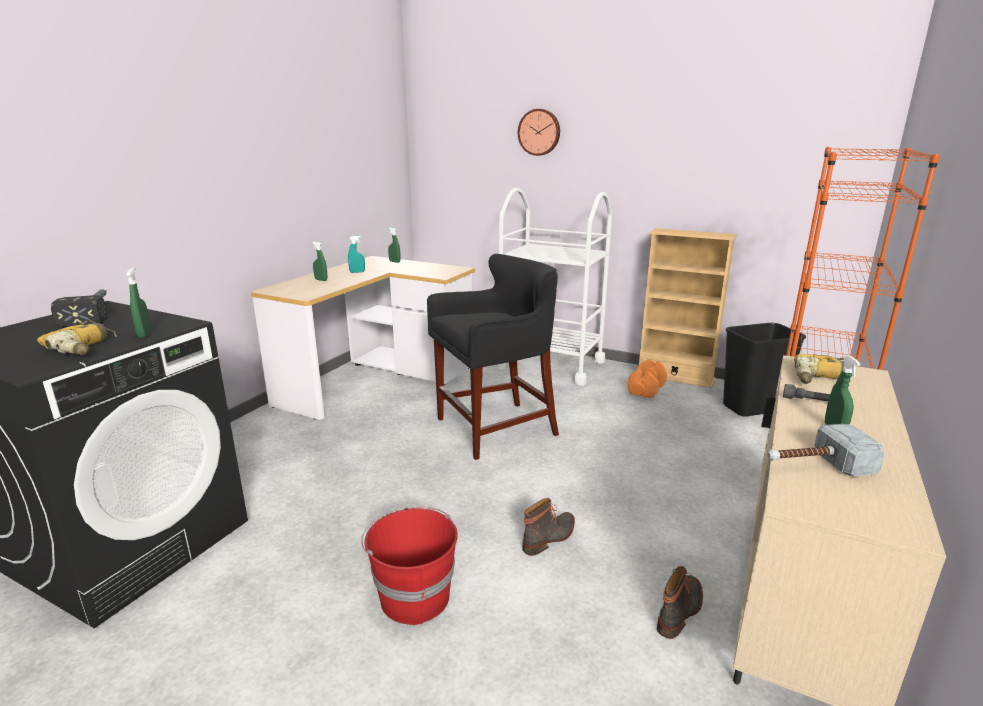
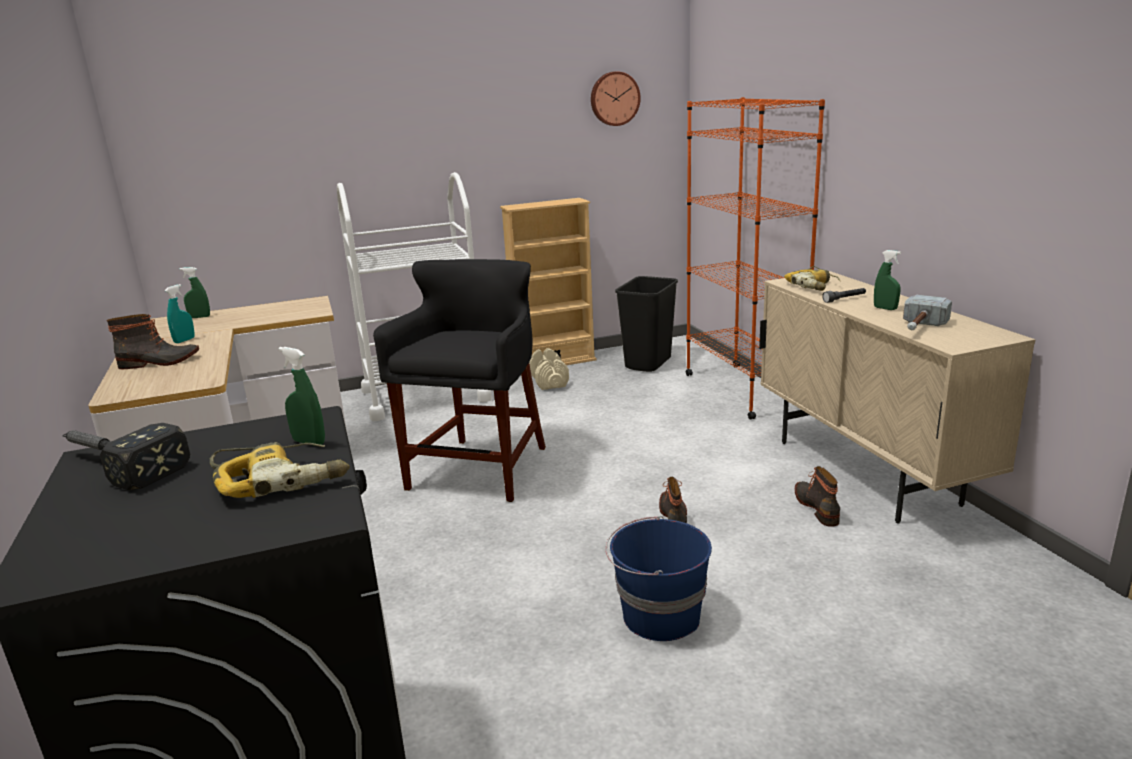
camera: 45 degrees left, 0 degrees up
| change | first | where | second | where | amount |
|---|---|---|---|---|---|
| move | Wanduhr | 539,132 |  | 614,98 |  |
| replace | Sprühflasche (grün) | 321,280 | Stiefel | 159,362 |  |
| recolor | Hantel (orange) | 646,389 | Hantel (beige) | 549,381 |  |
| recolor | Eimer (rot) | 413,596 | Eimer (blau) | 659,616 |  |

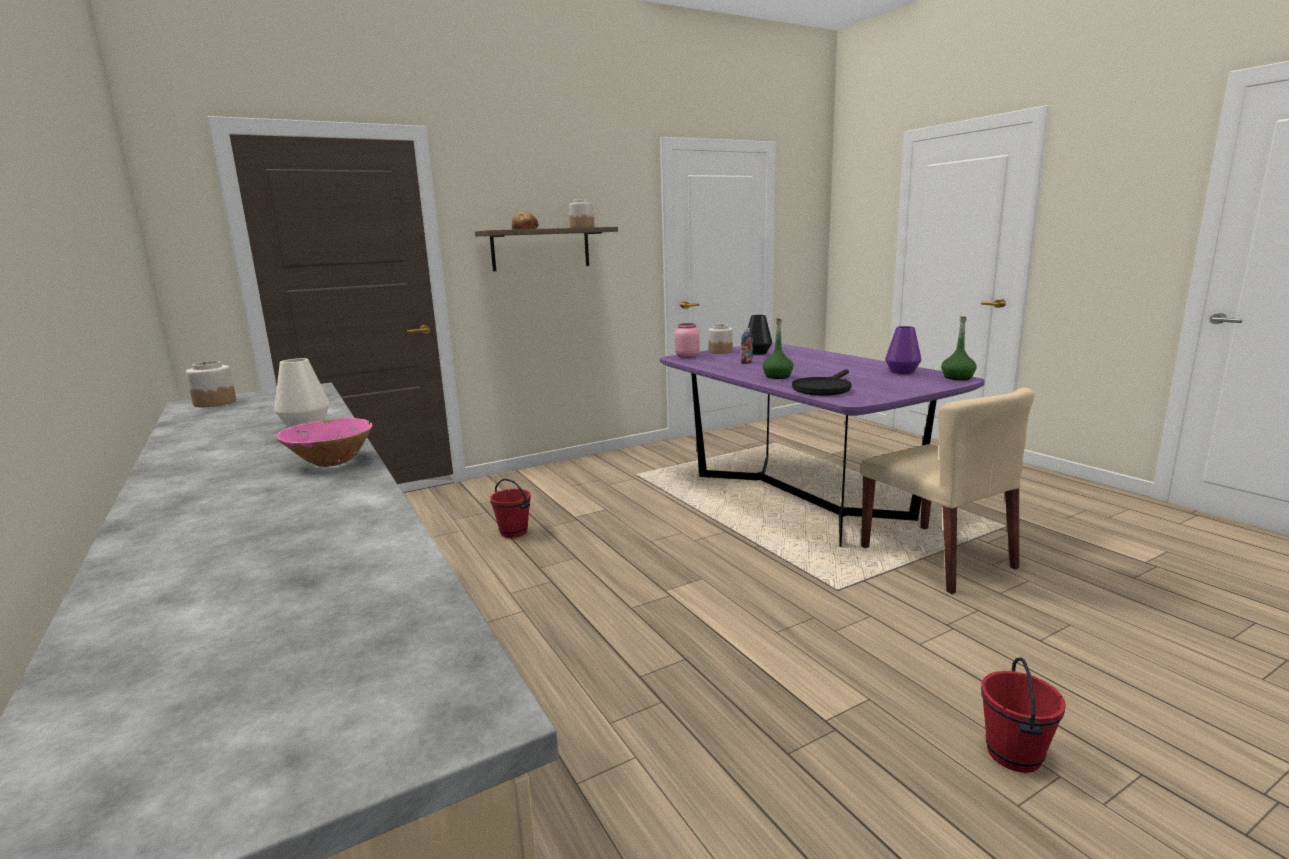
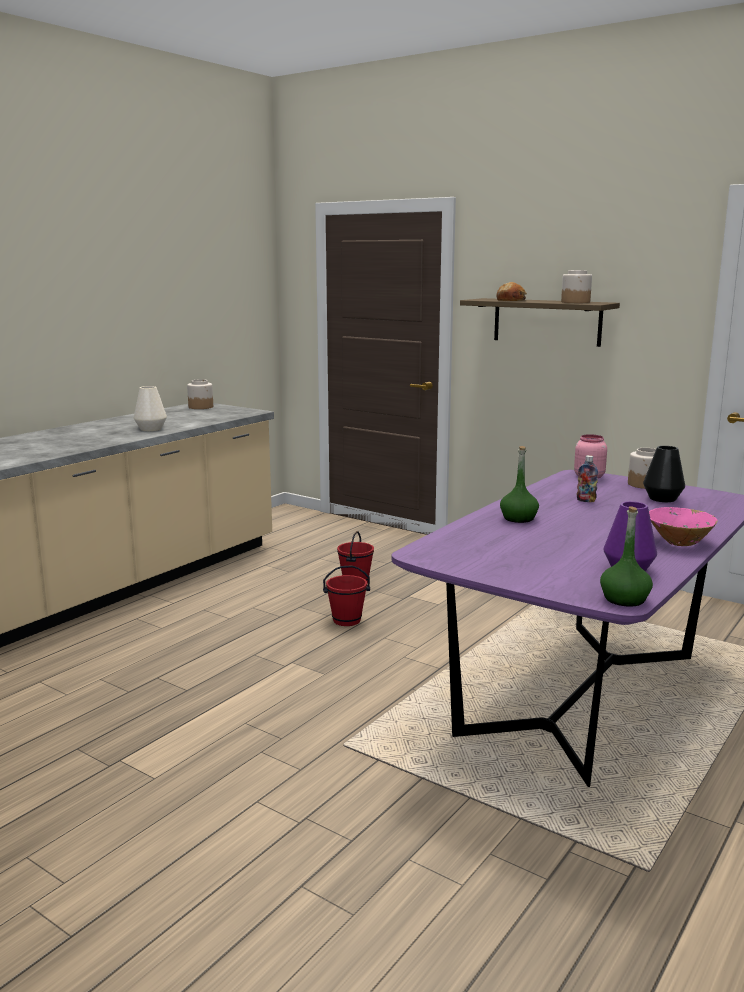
camera: 65 degrees right, 0 degrees up
| change | first | where | second | where | amount |
|---|---|---|---|---|---|
| delete | Pfanne (schwarz) | 823,388 |  |  |  |
| delete | Stuhl (beige) | 937,558 |  |  |  |
| move | Schüssel (rosa) | 331,461 |  | 679,542 |  |
| move | Eimer (rot) | 1012,754 |  | 346,620 |  |

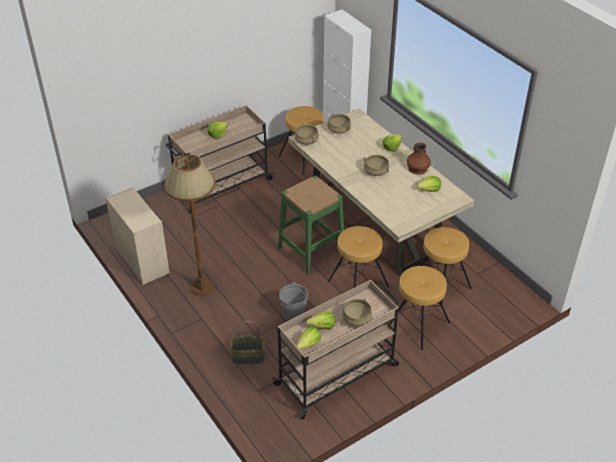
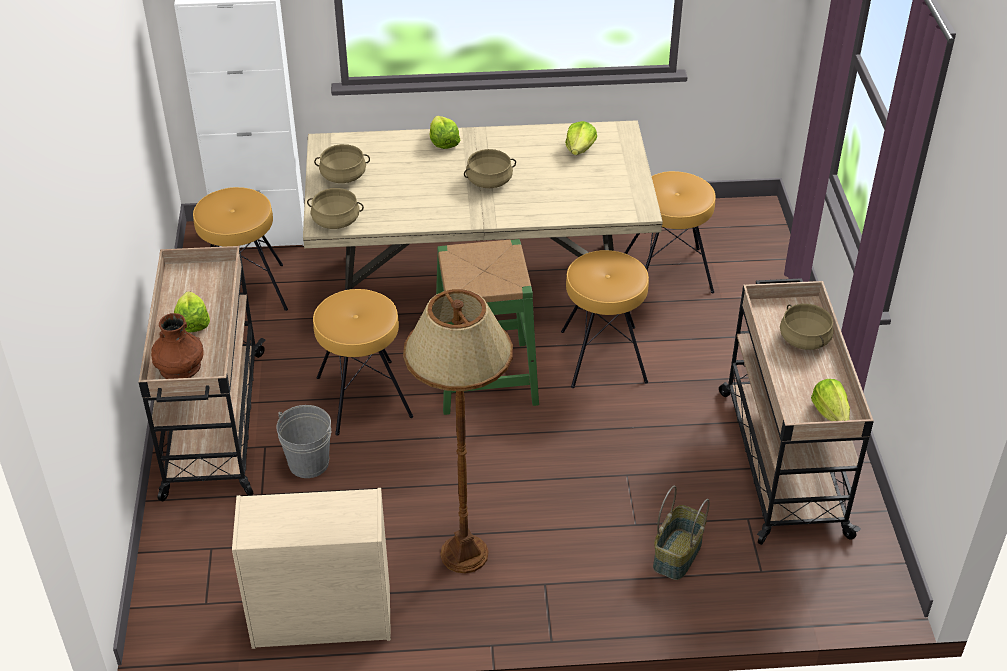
camera: 60 degrees left, 0 degrees up
| change | first | where | second | where | amount |
|---|---|---|---|---|---|
| move | Vase (braun) | 417,168 |  | 180,367 |  |
| move | Hocker (braun) | 418,324 |  | 363,397 |  |
| move | Eimer (grau) | 293,314 |  | 309,463 |  |
| delete | Salatkopf | 322,327 |  |  |  |

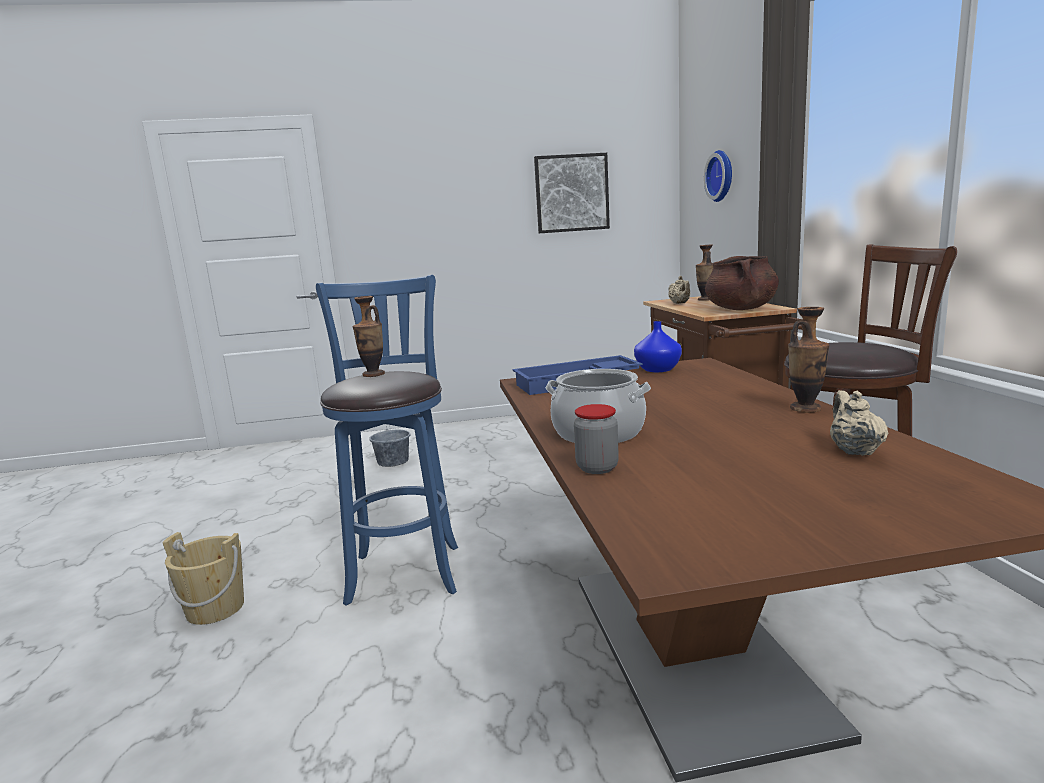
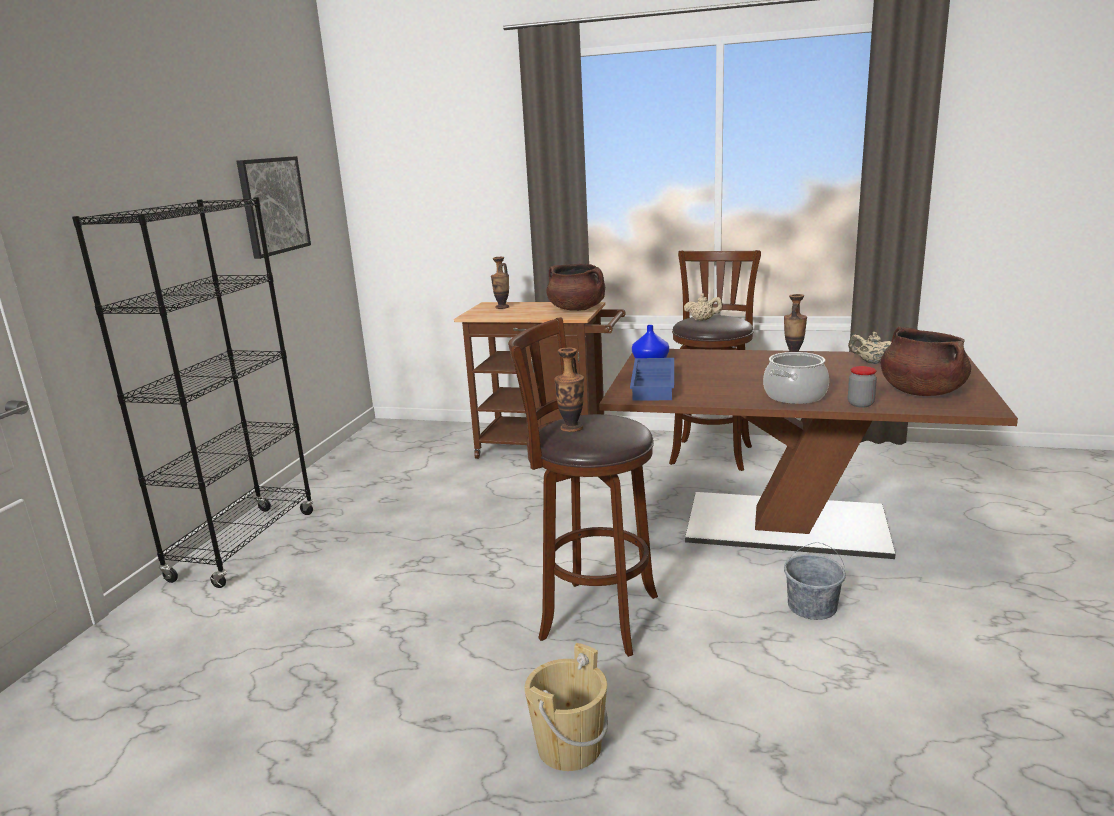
camera: 65 degrees left, 5 degrees up
| change | first | where | second | where | amount |
|---|---|---|---|---|---|
| delete | Wanduhr | 722,176 |  |  |  |
| recolor | Hocker (blau) | 405,570 | Hocker (braun) | 592,615 |  |
| move | Teekanne (beige) | 680,303 |  | 703,320 |  |
| move | Eimer (grau) | 393,461 |  | 812,607 |  |
| insert |  |  | Bücherregal (schwarz) | 244,545 |  |
| insert |  |  | Kochtopf (braun) | 921,392 |  |

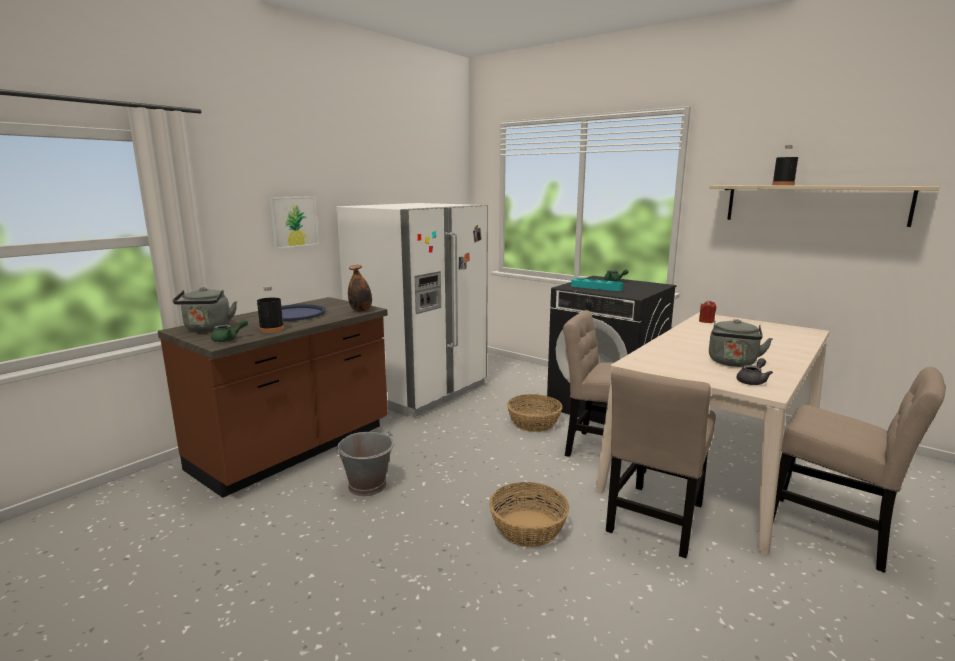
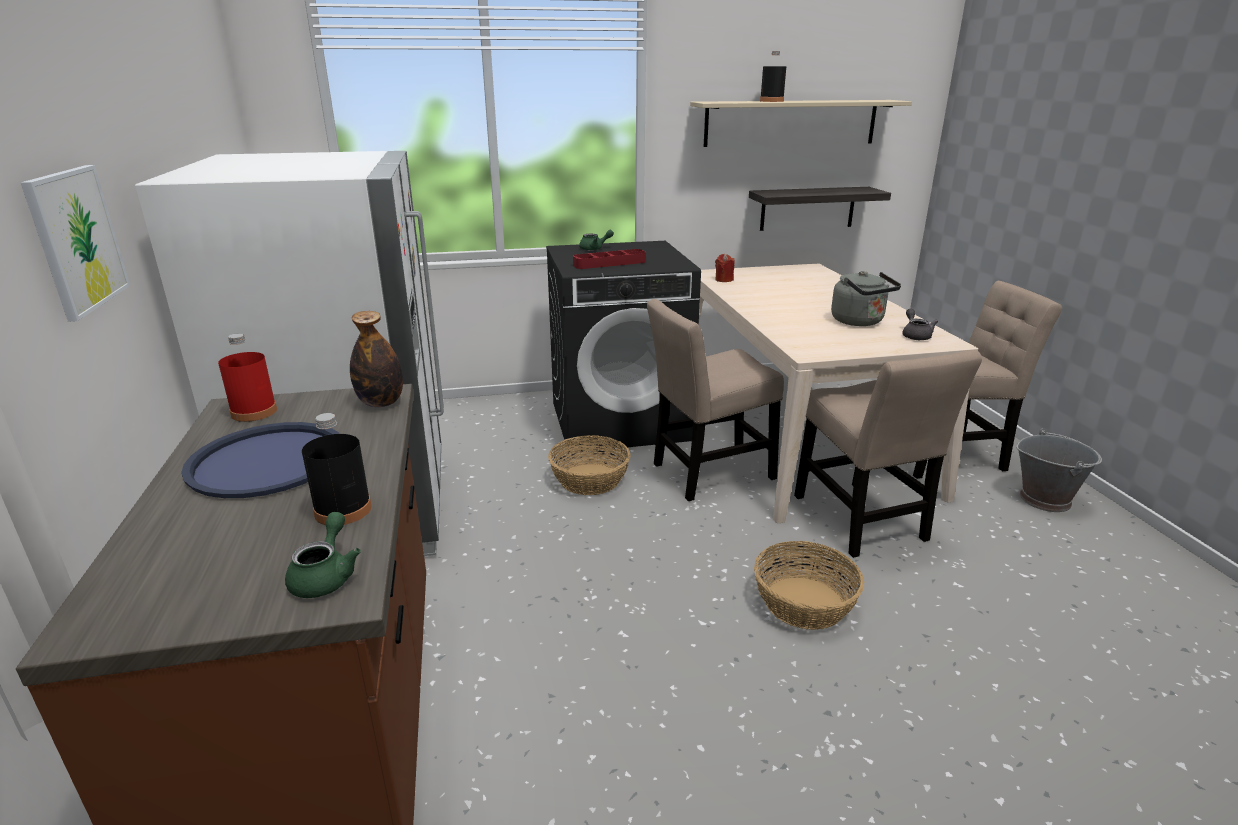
camera: 50 degrees left, 10 degrees up
| change | first | where | second | where | amount |
|---|---|---|---|---|---|
| recolor | Tablett (türkis) | 596,287 | Tablett (rot) | 609,263 |  |
| delete | Wasserkessel (grau) | 207,329 |  |  |  |
| move | Eimer (grau) | 368,485 |  | 1045,499 |  |
| insert |  |  | Wandregal | 807,208 |  |
| insert |  |  | Flasche (rot) | 254,412 |  |

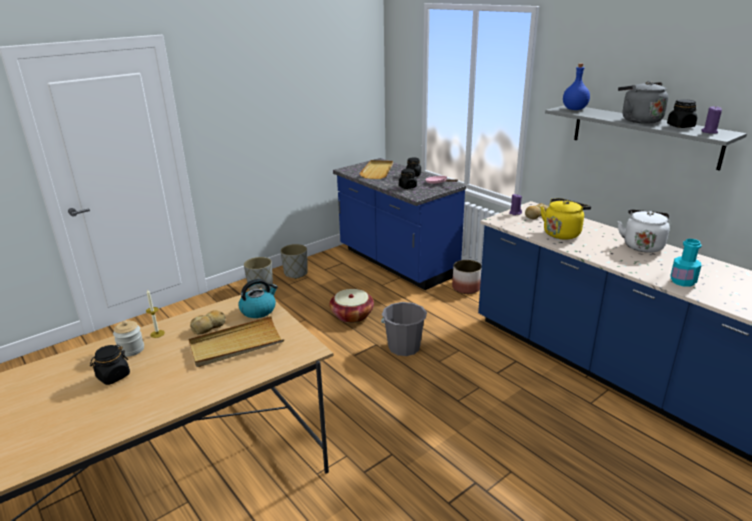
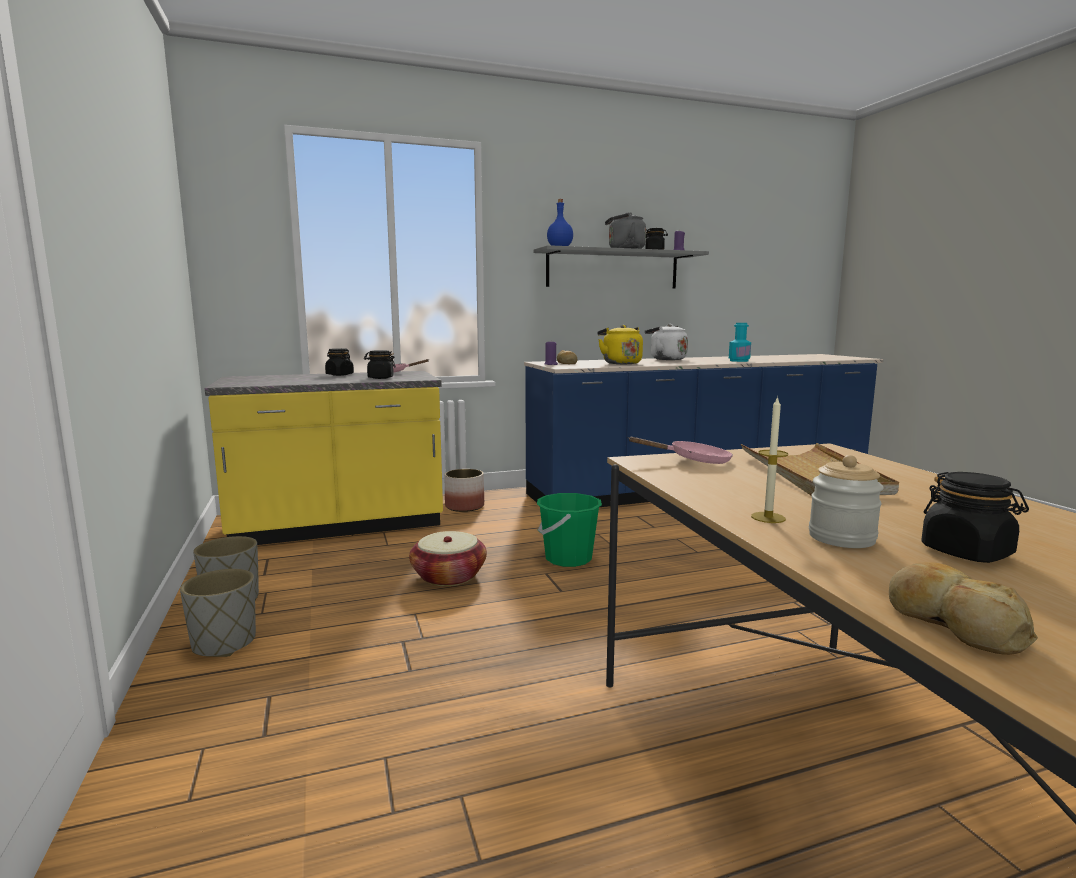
camera: 70 degrees left, 15 degrees down
| change | first | where | second | where | amount |
|---|---|---|---|---|---|
| recolor | Küchenzeile (blau) | 396,263 | Küchenzeile (gelb) | 338,526 |  |
| delete | Tablett (beige) | 377,171 |  |  |  |
| replace | Wasserkessel | 258,310 | Pfanne (rosa) | 693,461 |  |
| recolor | Eimer (grau) | 404,347 | Eimer (grün) | 568,558 |  |
| move | Brot | 209,326 |  | 953,623 |  |

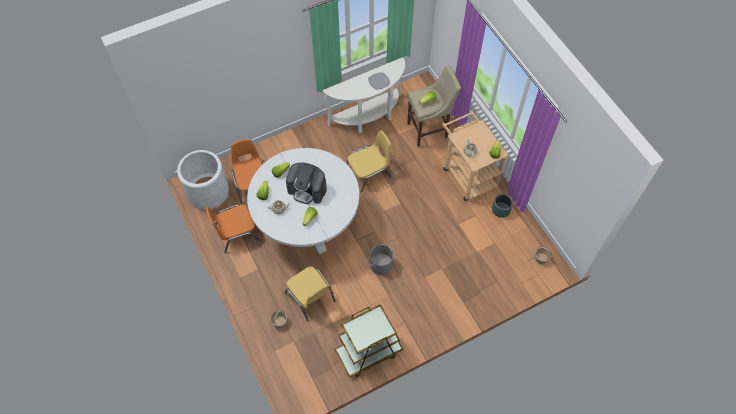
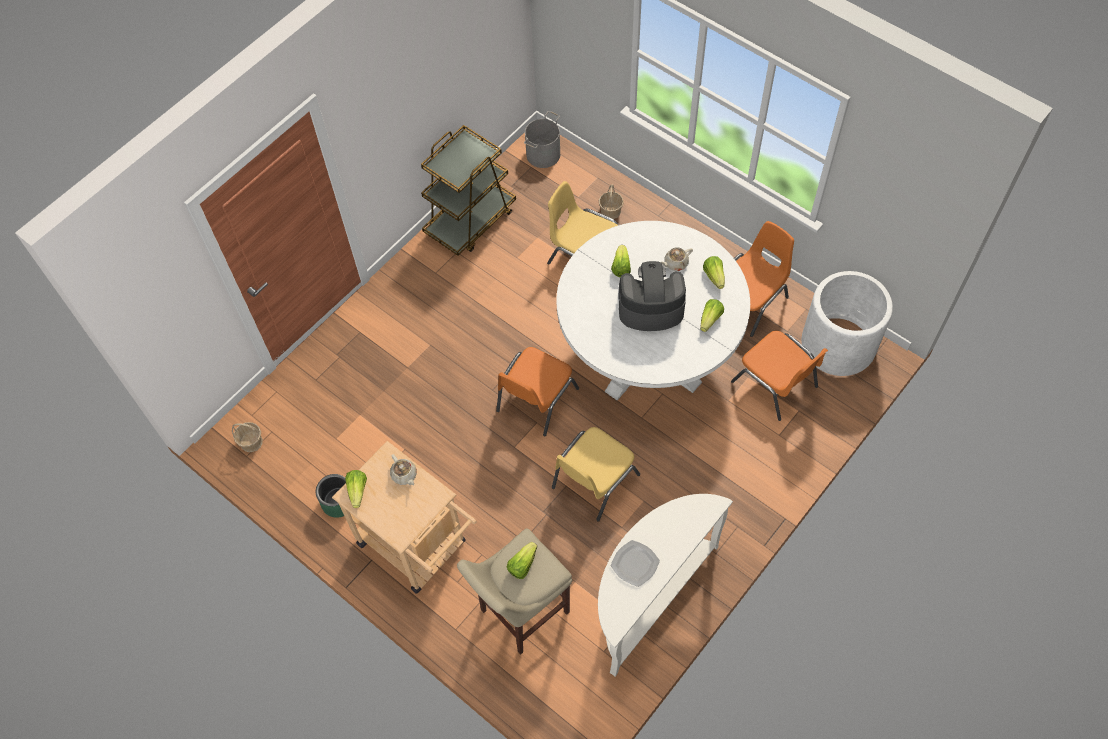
camera: 160 degrees right, 0 degrees up
| change | first | where | second | where | amount |
|---|---|---|---|---|---|
| move | Eimer (grau) | 380,264 |  | 543,154 |  |
| insert |  |  | Stuhl (orange) | 535,400 |  |

